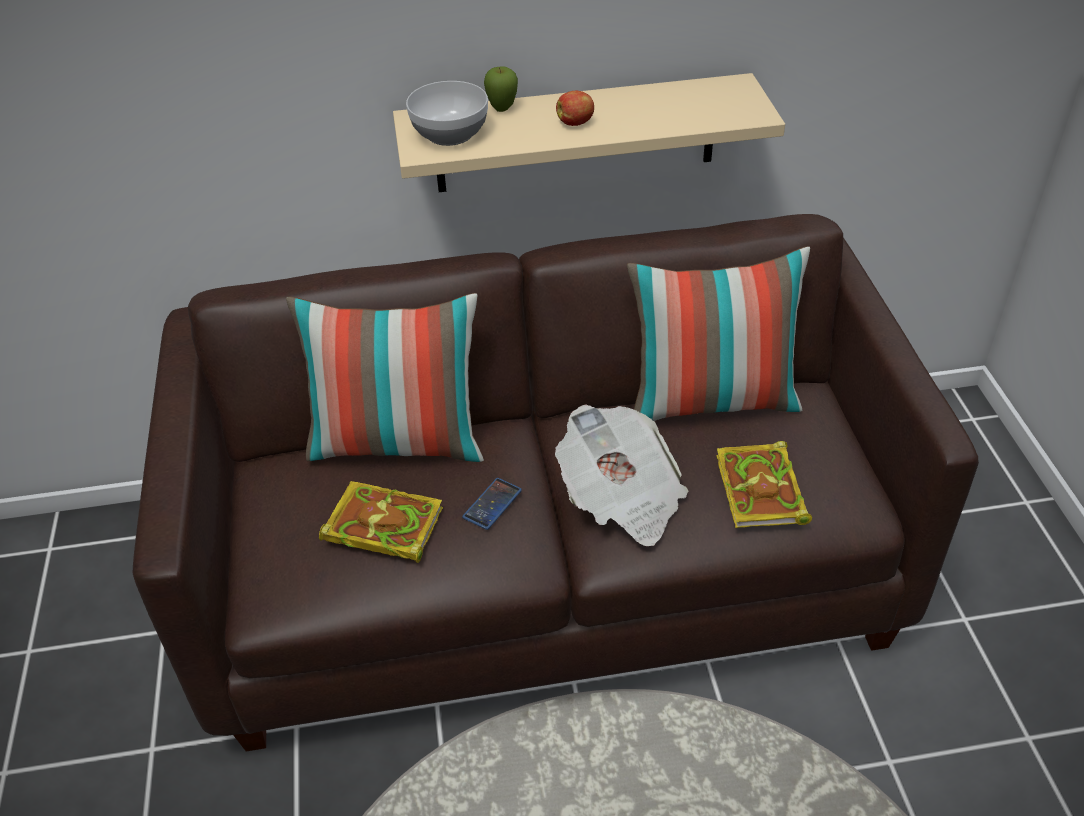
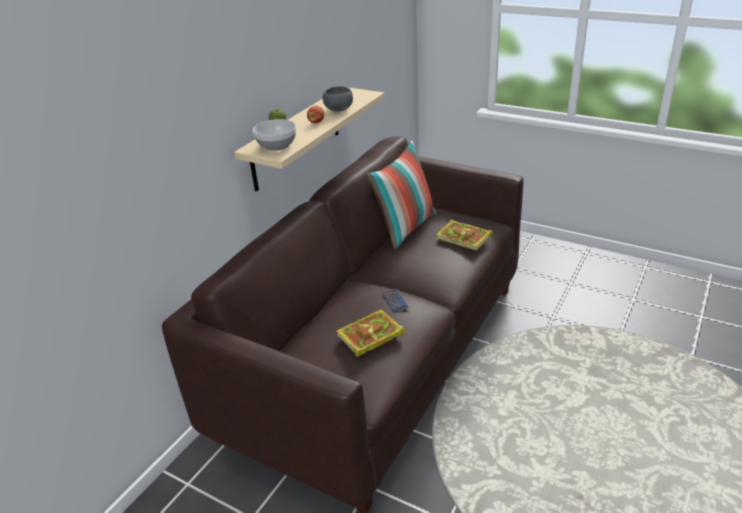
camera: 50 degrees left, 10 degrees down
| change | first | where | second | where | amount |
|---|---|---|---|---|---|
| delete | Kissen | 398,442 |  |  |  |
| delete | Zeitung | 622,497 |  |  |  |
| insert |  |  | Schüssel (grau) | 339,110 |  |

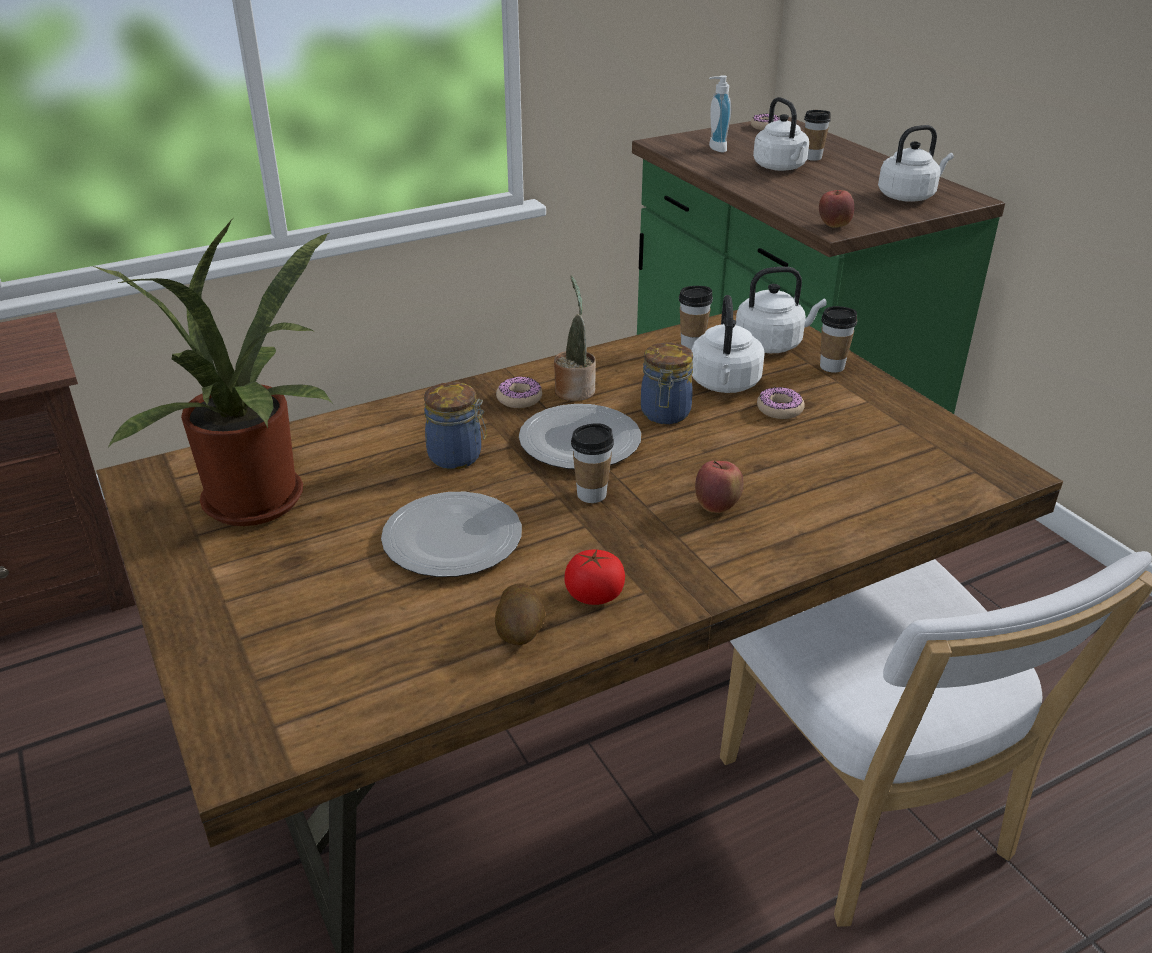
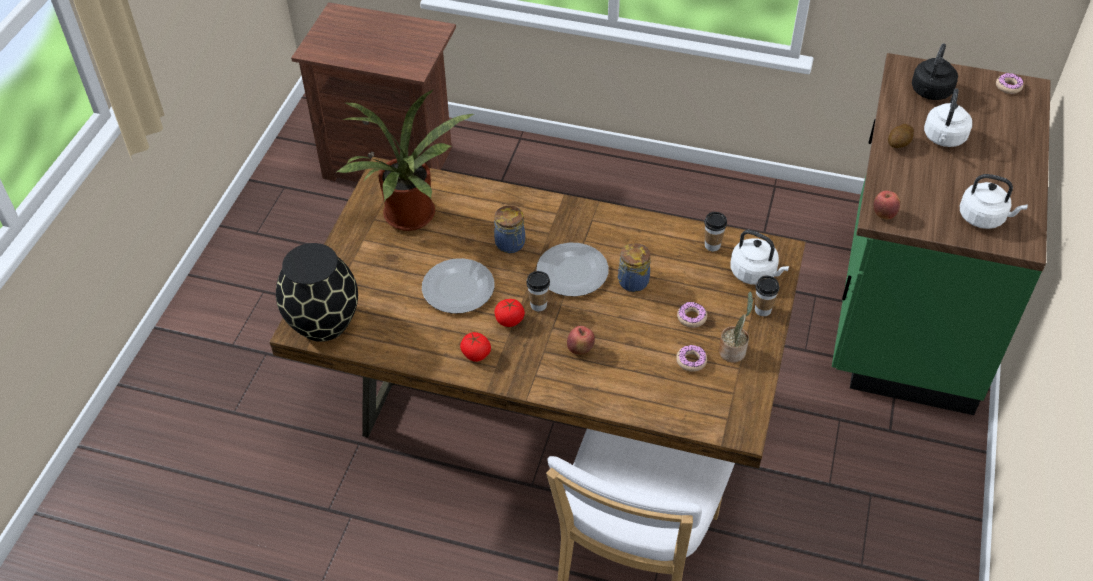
camera: 45 degrees right, 15 degrees up
| change | first | where | second | where | amount |
|---|---|---|---|---|---|
| replace | Seifenspender | 714,148 | Wasserkessel (schwarz) | 930,92 |  |
| delete | Tasse | 812,157 |  |  |  |
| move | Topfpflanze | 574,389 |  | 733,350 |  |
| delete | Wasserkessel (weiß) | 725,385 |  |  |  |
| move | Donut | 519,398 |  | 691,361 |  |
| move | Kartoffel | 520,632 |  | 899,144 |  |
| insert |  |  | Vase (schwarz) | 324,322 |  |
| insert |  |  | Tomate | 509,320 |  |

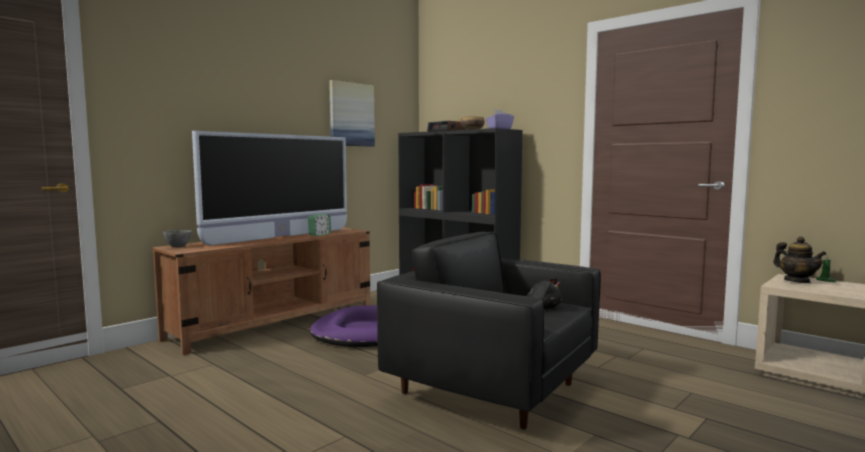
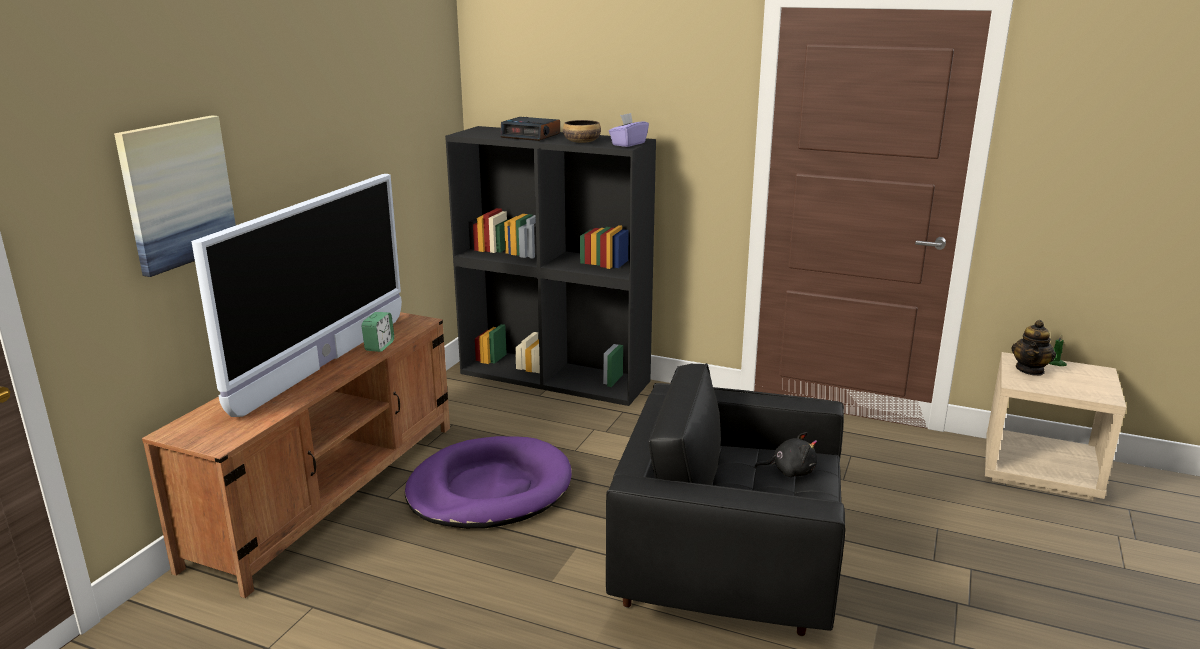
camera: 20 degrees left, 15 degrees up
| change | first | where | second | where | amount |
|---|---|---|---|---|---|
| move | Bild | 351,114 |  | 177,193 |  |
| delete | Schüssel (grau) | 178,246 |  |  |  |
| rotate | Teekanne | 797,281 |  | 1030,370 | 75 degrees clockwise |

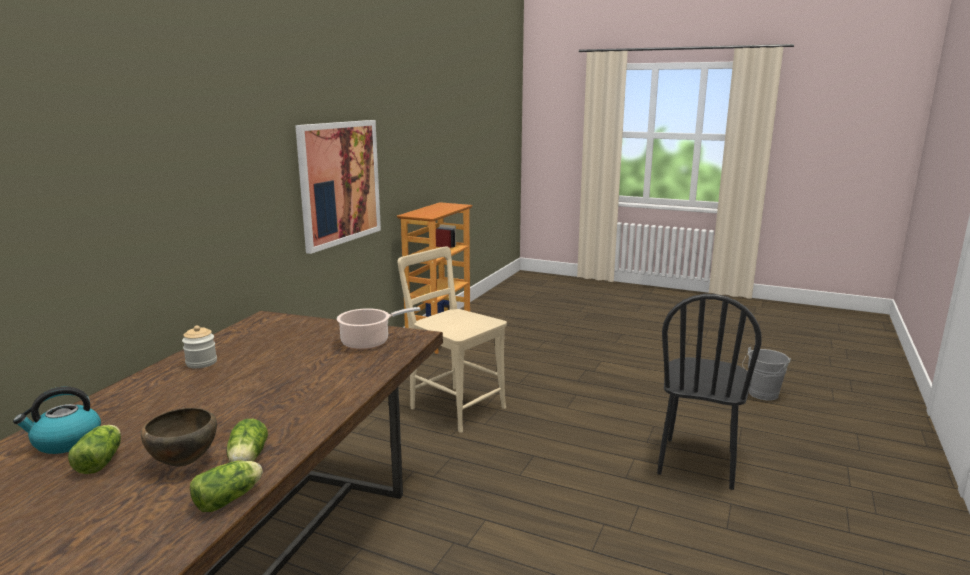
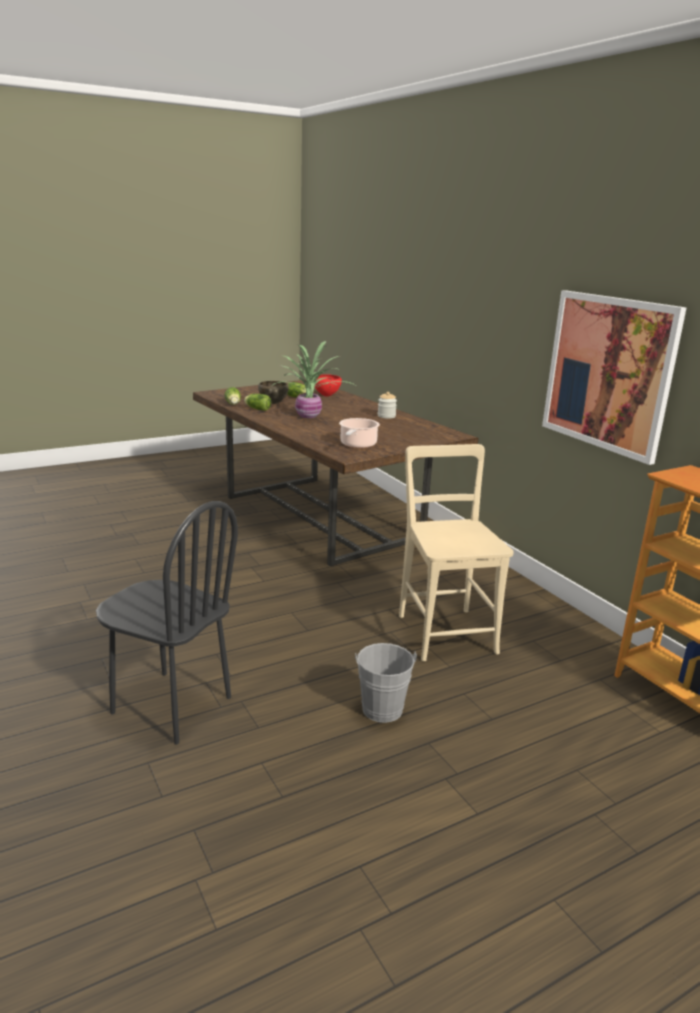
camera: 125 degrees right, 5 degrees up
| change | first | where | second | where | amount |
|---|---|---|---|---|---|
| rotate | Stuhl (beige) | 454,406 |  | 444,630 | 90 degrees counterclockwise |
| rotate | Stuhl (schwarz) | 697,463 |  | 171,705 | 150 degrees clockwise |
| move | Eimer (grau) | 761,395 |  | 381,706 |  |
| replace | Wasserkessel | 66,442 | Schüssel (rot) | 326,396 |  |
| insert |  |  | Topfpflanze | 309,416 |  |

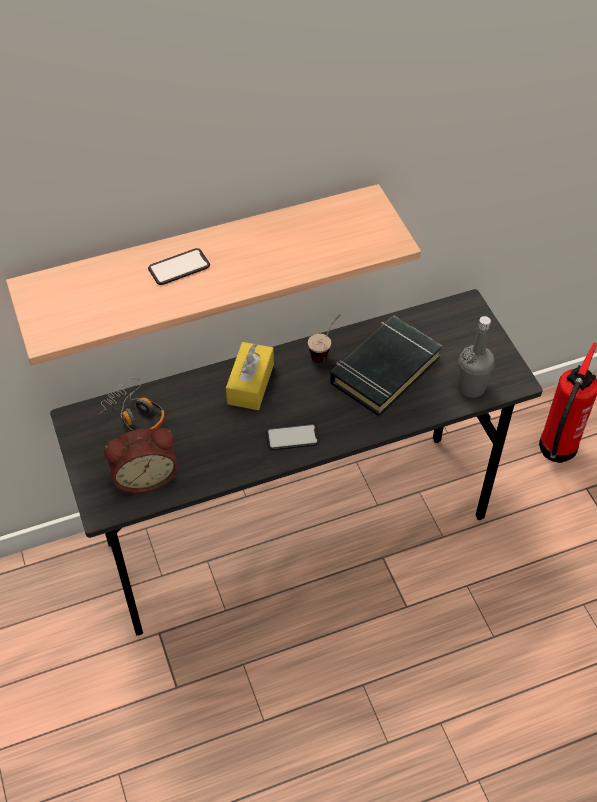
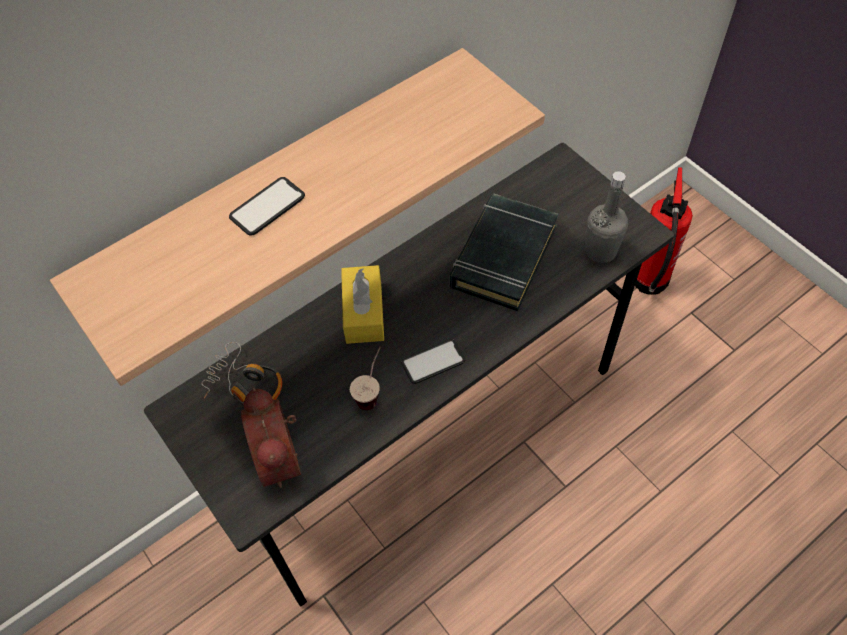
camera: 15 degrees left, 5 degrees up
| change | first | where | second | where | amount |
|---|---|---|---|---|---|
| move | Tasse | 325,351 |  | 372,391 |  |
| rotate | Wecker | 145,475 |  | 283,456 | 105 degrees clockwise |

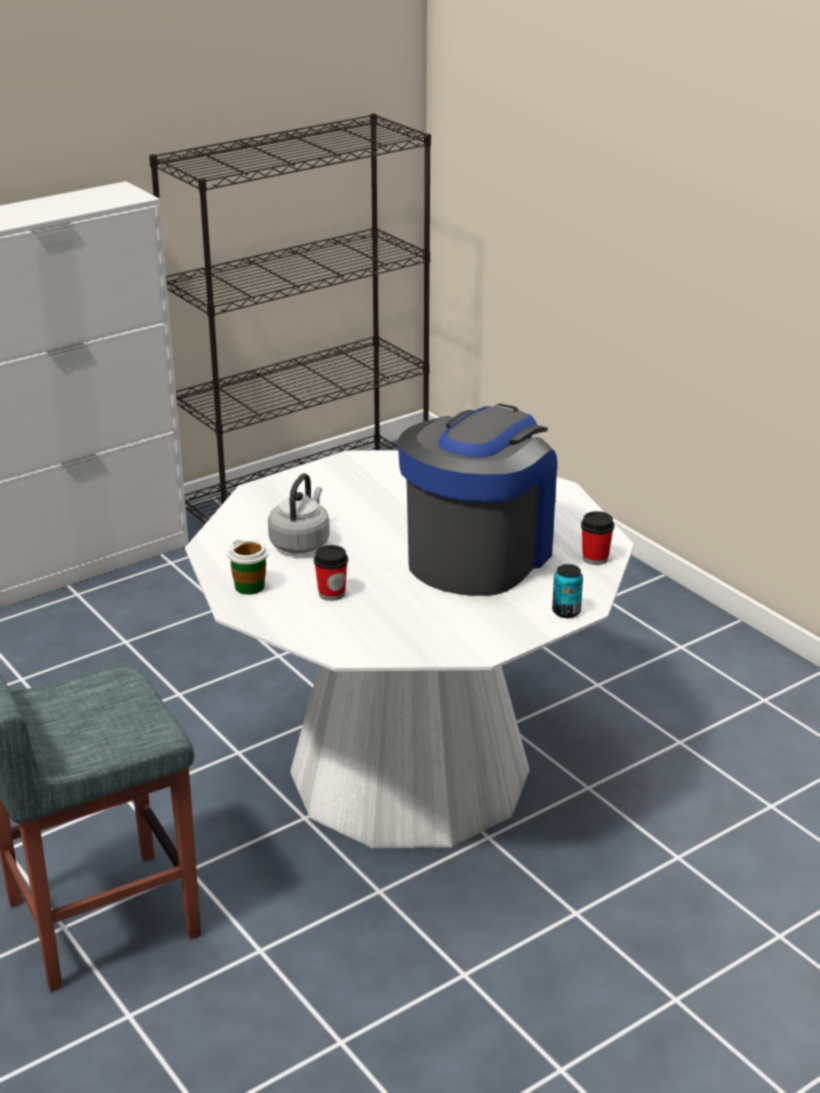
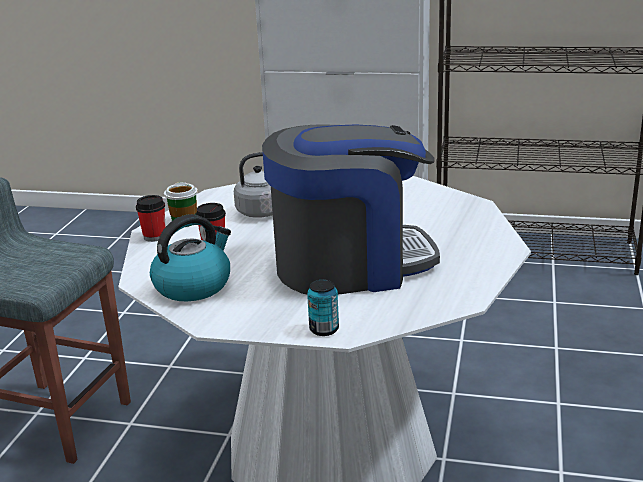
camera: 50 degrees right, 5 degrees down
| change | first | where | second | where | amount |
|---|---|---|---|---|---|
| move | Tasse | 595,558 |  | 154,237 |  |
| insert |  |  | Wasserkessel | 193,285 |  |

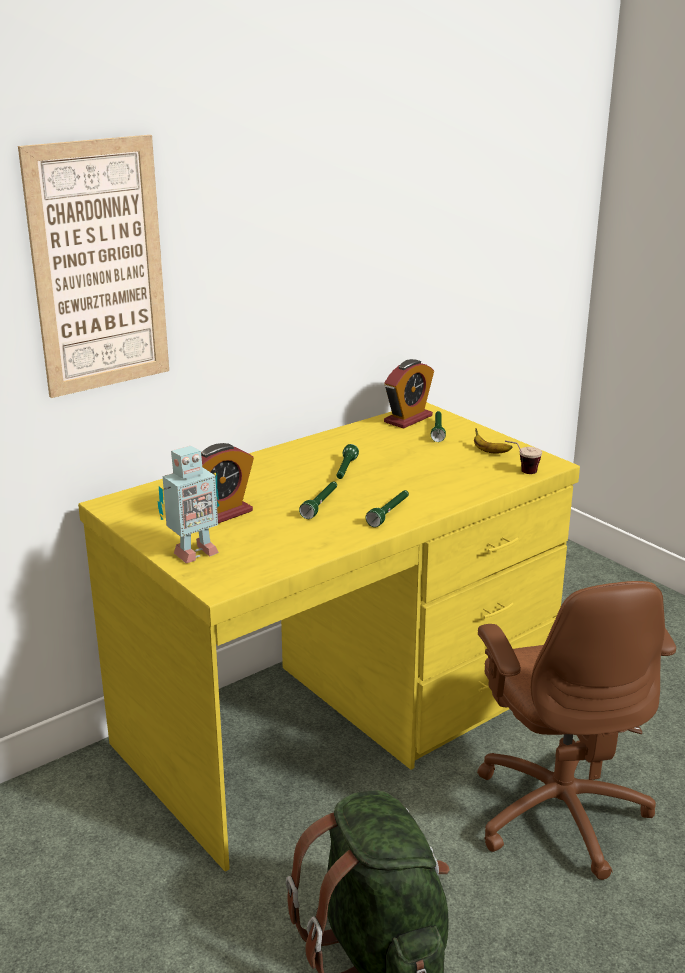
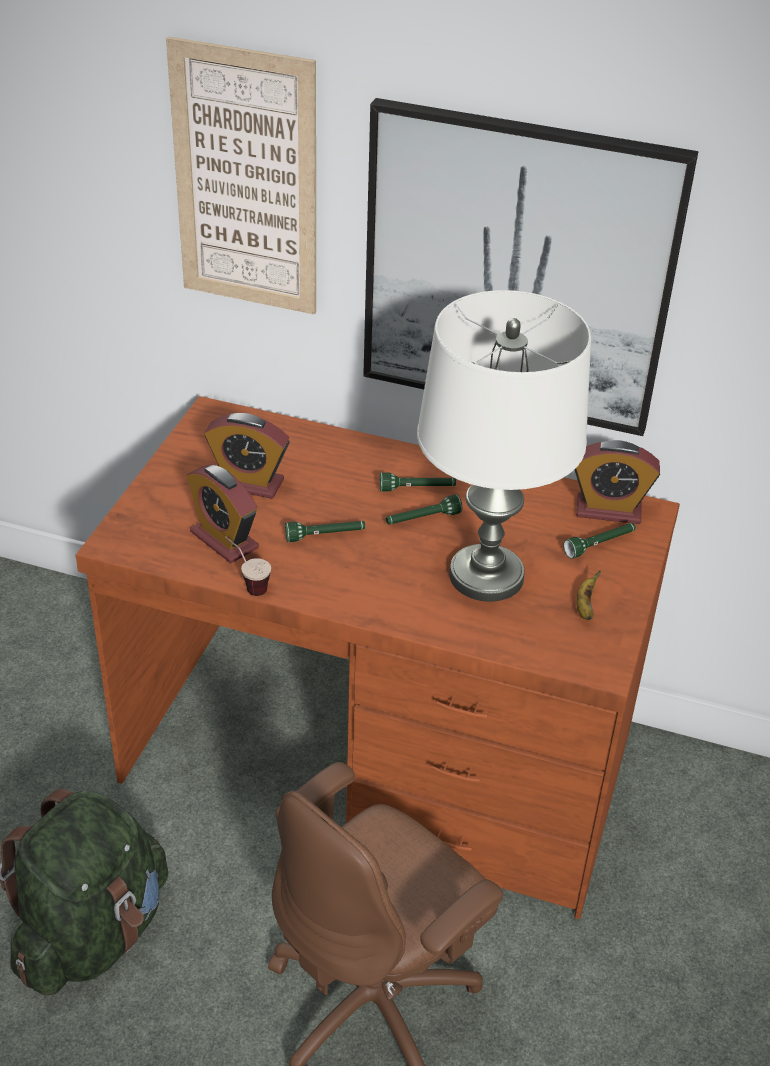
camera: 55 degrees right, 15 degrees up
| change | first | where | second | where | amount |
|---|---|---|---|---|---|
| recolor | Schreibtisch (gelb) | 340,718 | Schreibtisch (braun) | 380,758 |  |
| move | Tasse | 520,473 |  | 247,584 |  |
| delete | Spielzeugroboter | 193,553 |  |  |  |
| move | Taschenlampe (grün) | 389,513 |  | 417,489 |  |
| insert |  |  | Bild | 517,270 |  |
| insert |  |  | Tischlampe (weiß) | 486,575 |  |
| insert |  |  | Wecker | 224,540 |  |

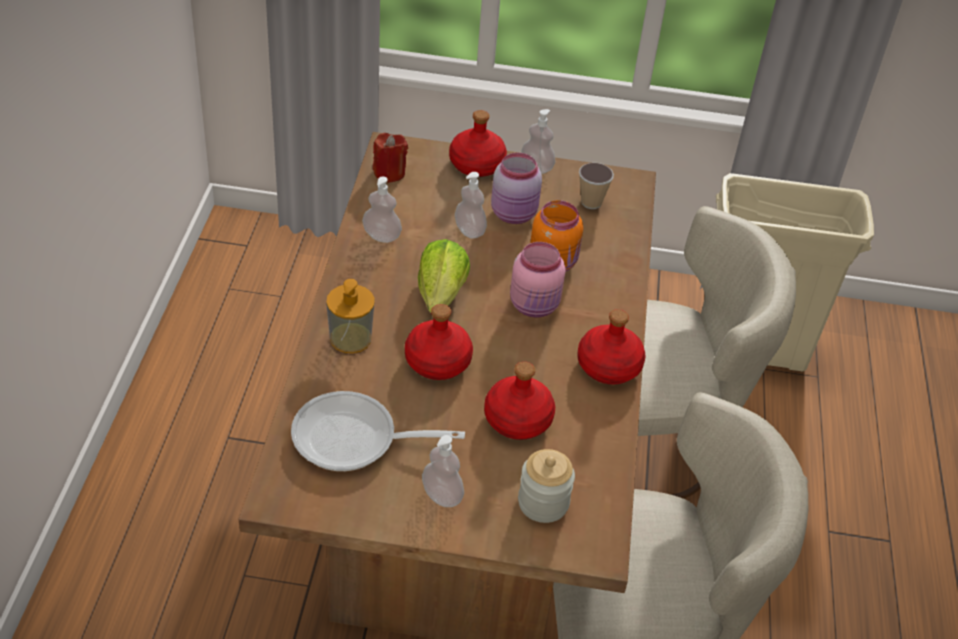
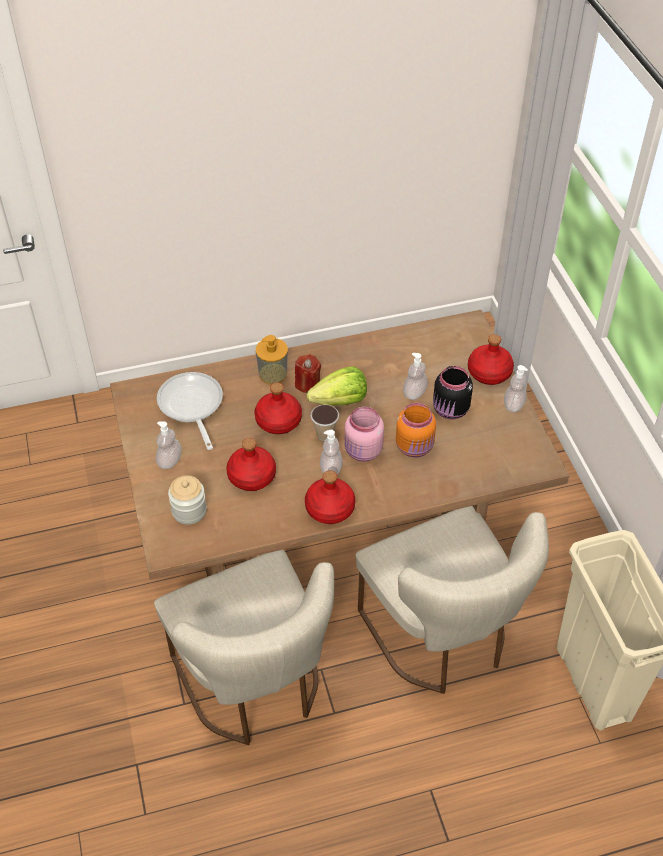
camera: 70 degrees right, 5 degrees up
| change | first | where | second | where | amount |
|---|---|---|---|---|---|
| move | Kerze (rot) | 389,172 |  | 307,384 |  |
| recolor | Vorratsglas (rosa) | 515,214 | Vorratsglas (schwarz) | 450,410 |  |
| move | Tasse | 591,202 |  | 325,434 |  |
| move | Seifenspender | 381,236 |  | 331,469 |  |

